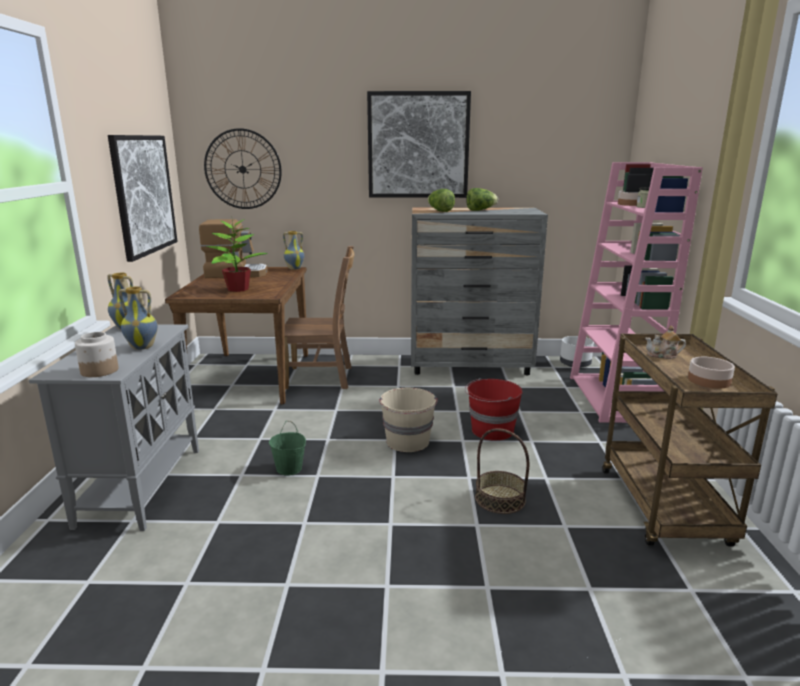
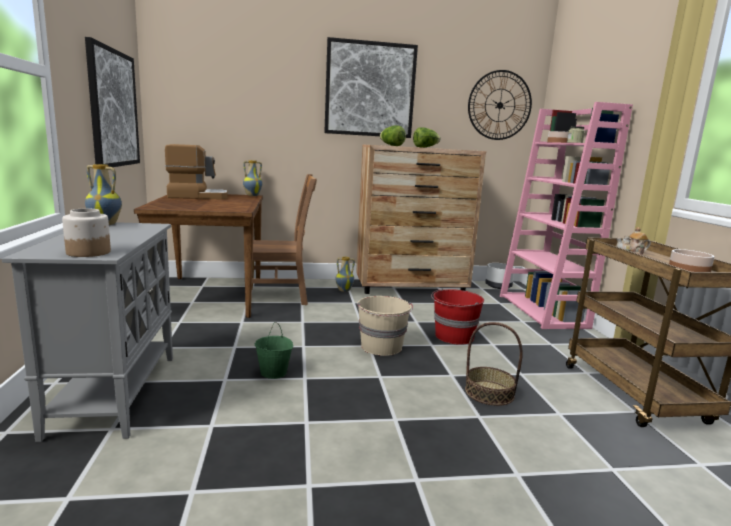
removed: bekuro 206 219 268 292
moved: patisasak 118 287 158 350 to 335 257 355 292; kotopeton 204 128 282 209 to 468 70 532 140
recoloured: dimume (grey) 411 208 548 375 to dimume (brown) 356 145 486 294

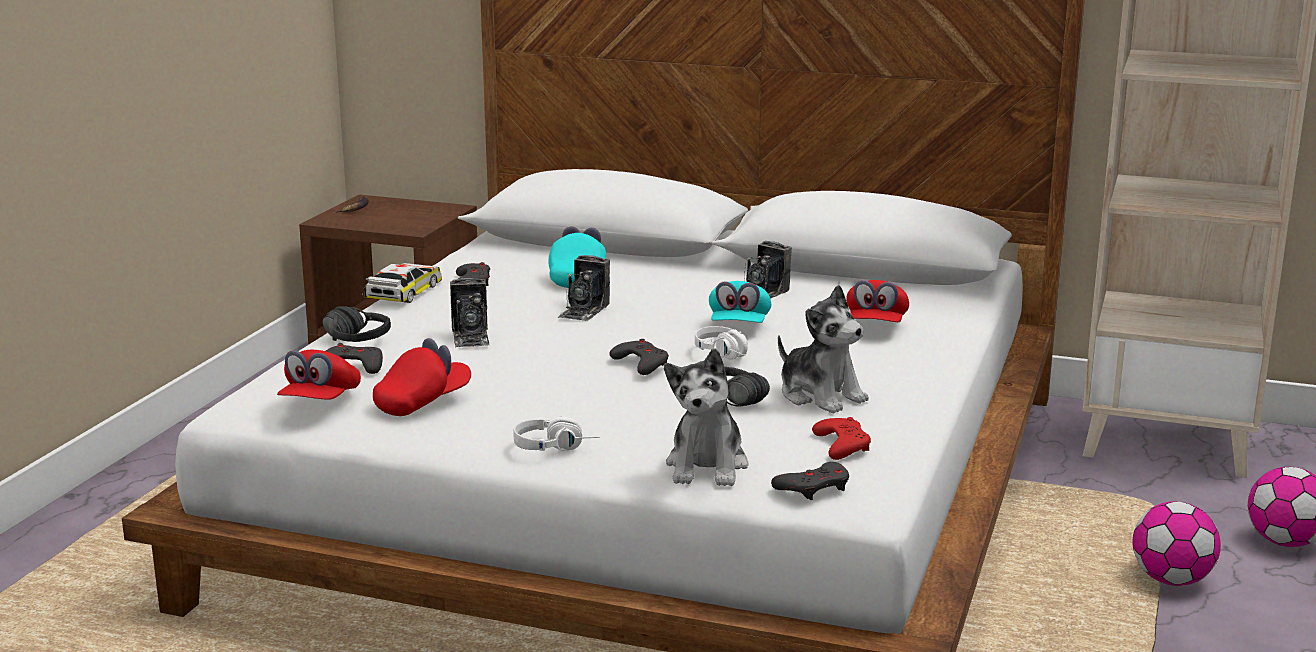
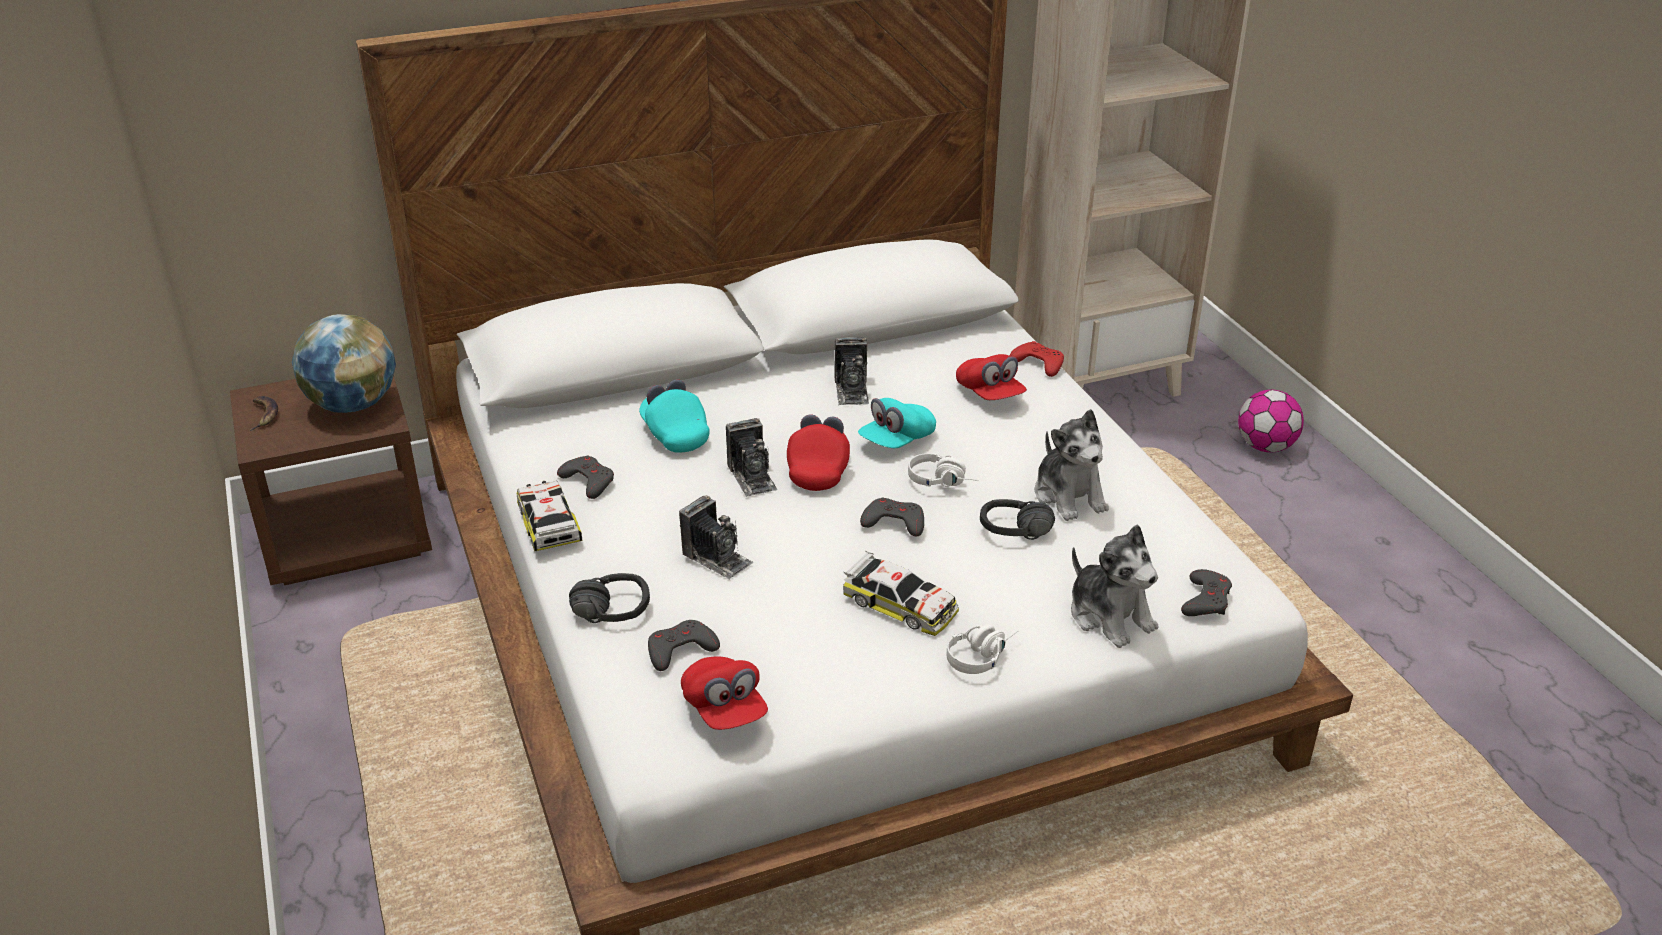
removed: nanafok 1133 501 1221 586
added: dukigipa 292 314 396 413; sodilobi 843 551 959 636
moved: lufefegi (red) 373 338 471 416 to 787 414 850 491; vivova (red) 812 417 871 460 to 1010 341 1064 377
turned: lufefegi (turquoise) 709 281 771 323 = 858 398 936 448 75 degrees clockwise; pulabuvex 778 285 869 414 = 1034 409 1109 521 60 degrees clockwise

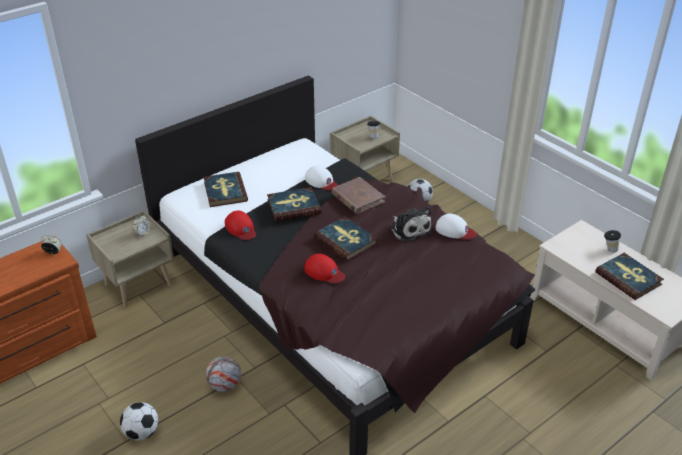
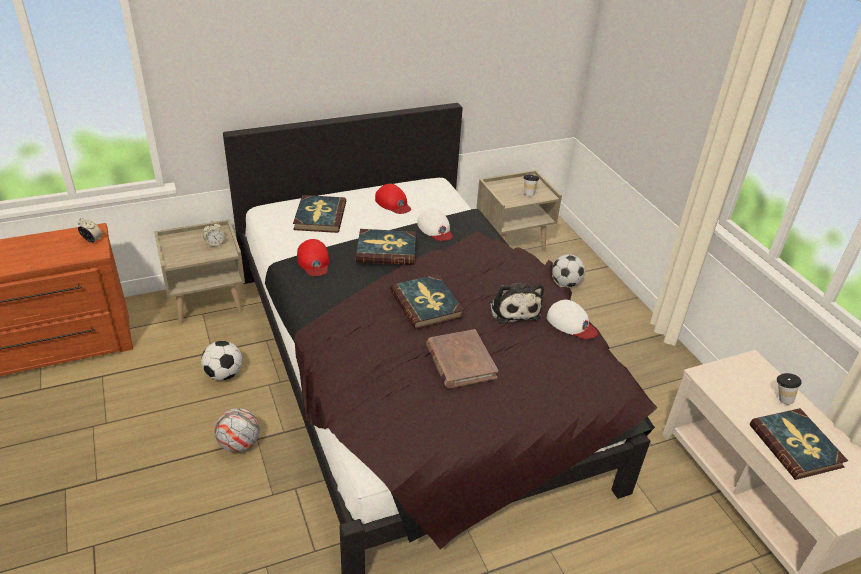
moved: nanafok 120 402 158 440 to 201 341 242 380; lufefegi (red) 304 253 345 283 to 375 184 411 214; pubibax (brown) 332 177 385 214 to 426 329 498 389

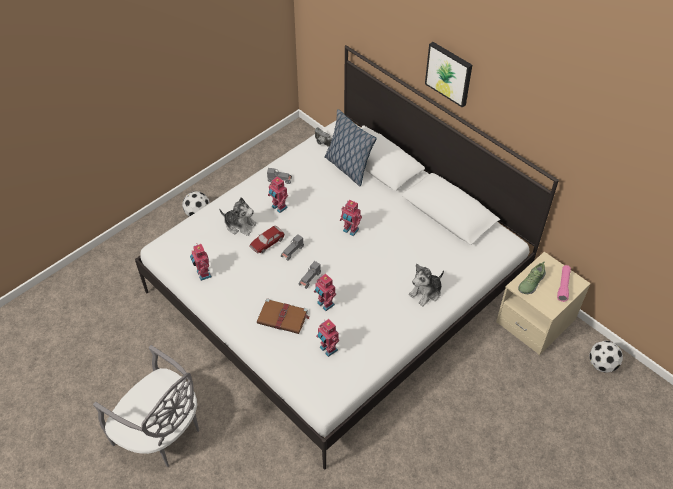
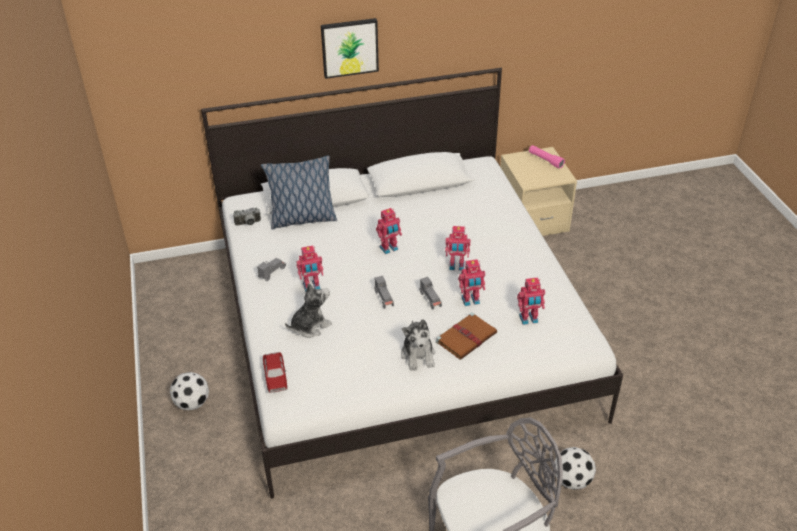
removed: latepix 518 261 546 295
moved: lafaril 190 244 212 281 to 445 226 471 271; sodilobi 249 226 285 253 to 263 352 287 393; pulabuvex 409 264 444 306 to 401 319 435 371; nanafok 589 341 623 373 to 554 447 596 490

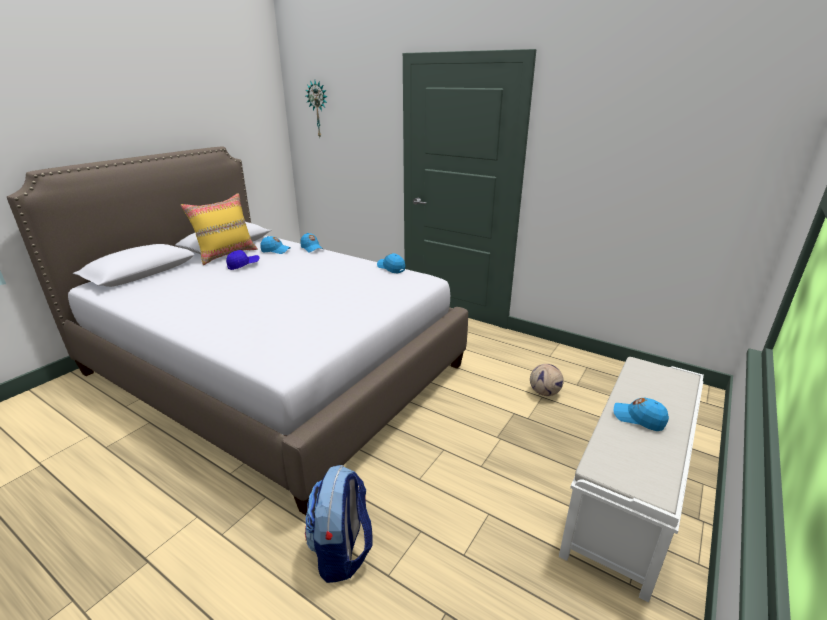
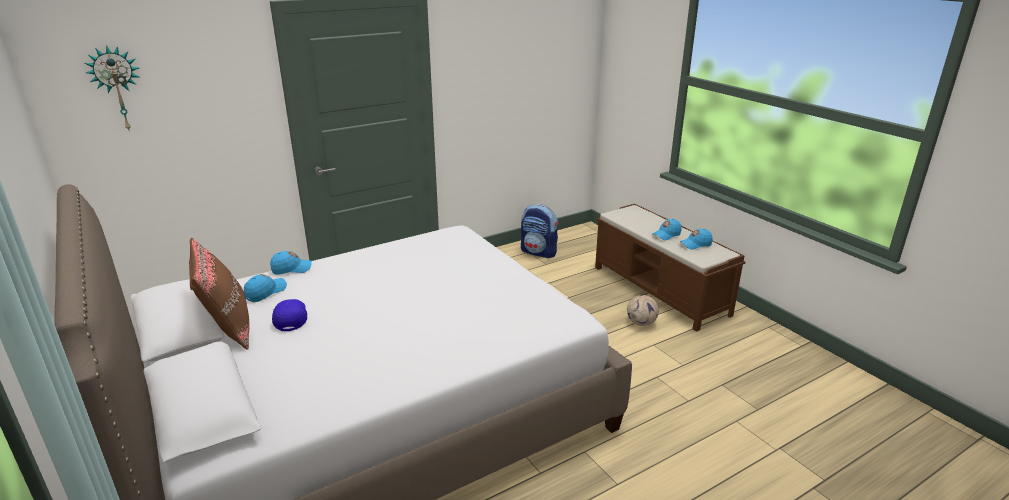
moved: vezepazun 305 465 373 583 to 521 204 558 259; lufefegi (blue) 377 253 405 273 to 680 229 712 250; nanafok 530 364 564 396 to 627 295 659 326
recoloured: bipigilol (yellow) 181 193 257 265 to bipigilol (brown) 189 238 250 350; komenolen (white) 559 357 704 602 to komenolen (brown) 595 204 745 332

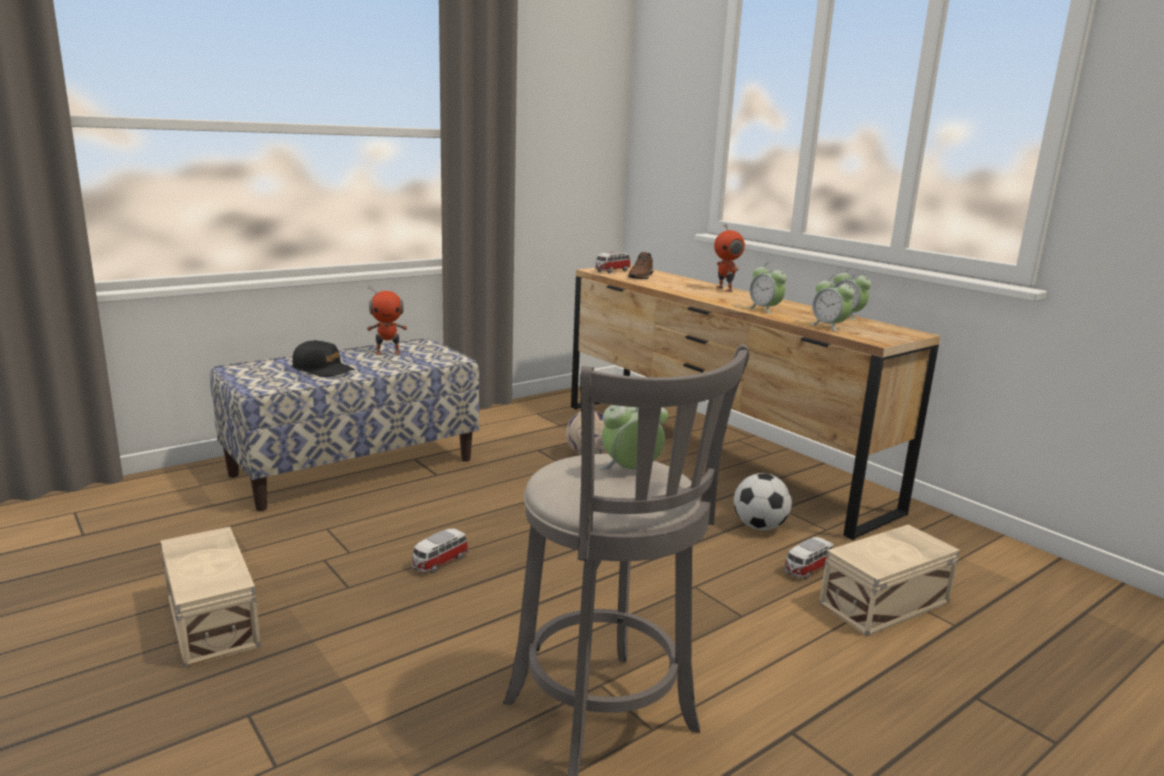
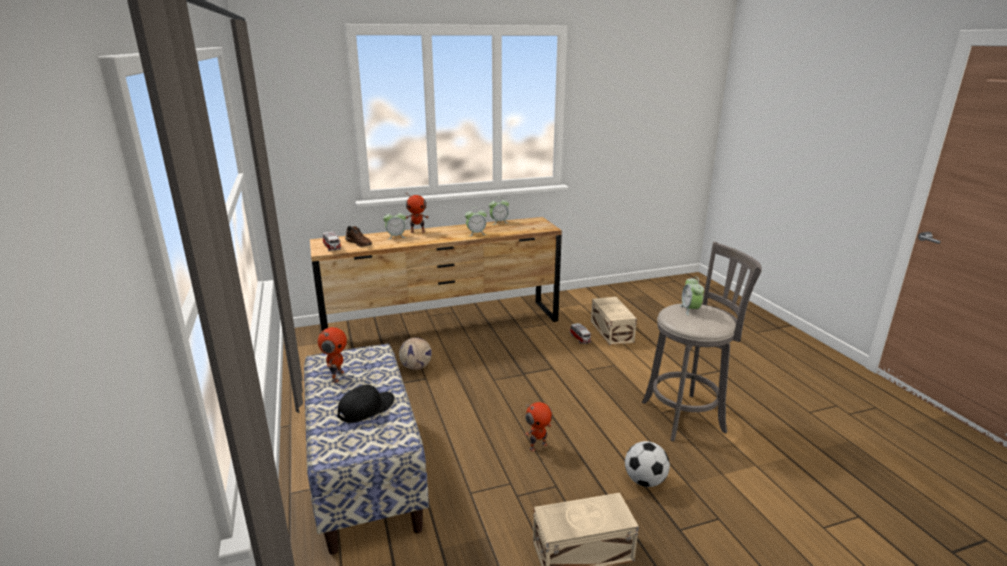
moved: nanafok 734 473 792 530 to 625 441 670 487; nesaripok 809 275 855 332 to 383 210 406 239
replaced: sodilobi 411 528 469 573 to lafaril 525 402 552 452

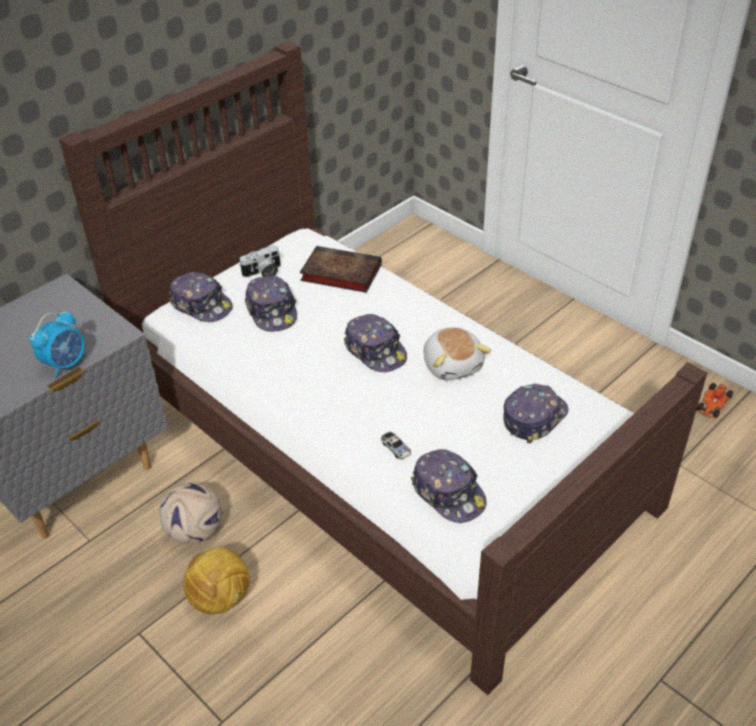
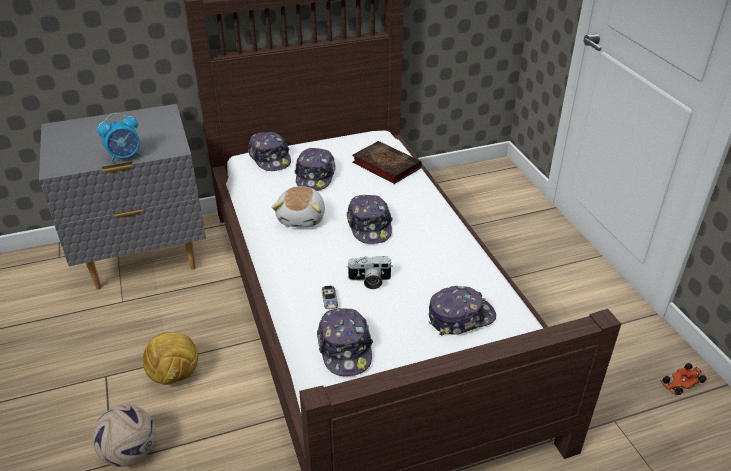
moved: nanafok 159 482 222 544 to 92 405 156 467; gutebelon 239 245 281 277 to 348 256 393 289; pulabuvex 424 327 491 380 to 272 186 325 228

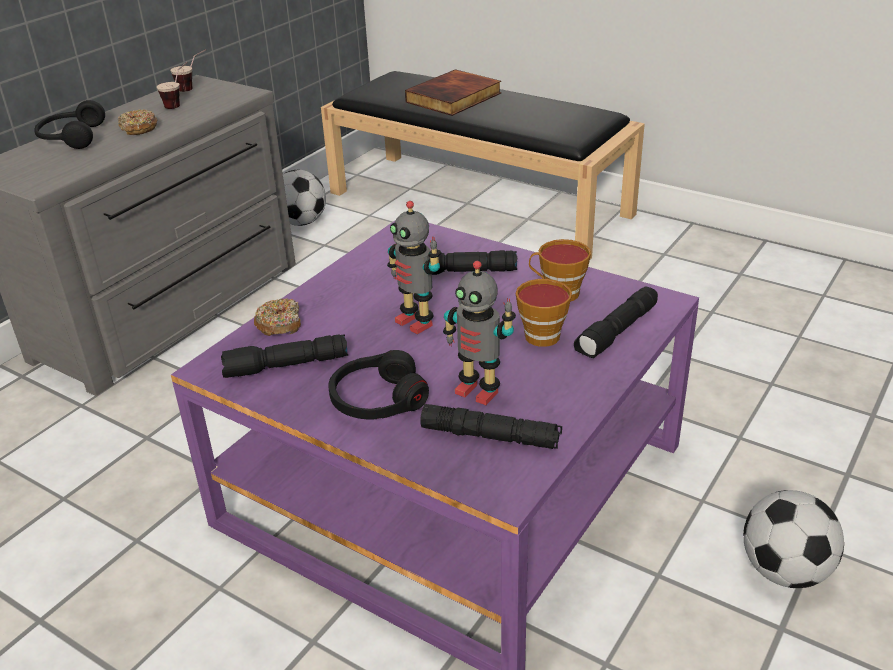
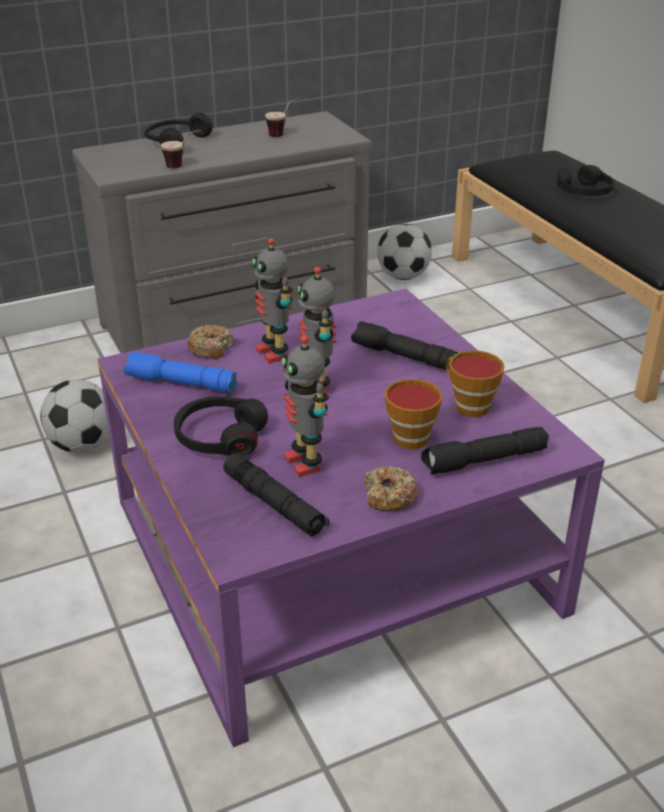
added: lafaril 252 238 293 364
moved: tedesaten 118 109 157 135 to 364 466 418 512; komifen 170 49 206 92 to 161 129 201 168; nanafok 743 490 844 588 to 40 379 109 453
replaced: pubibax 405 69 501 116 to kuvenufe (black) 557 165 614 196
recoloured: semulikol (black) 221 334 348 378 to semulikol (blue) 124 352 237 392

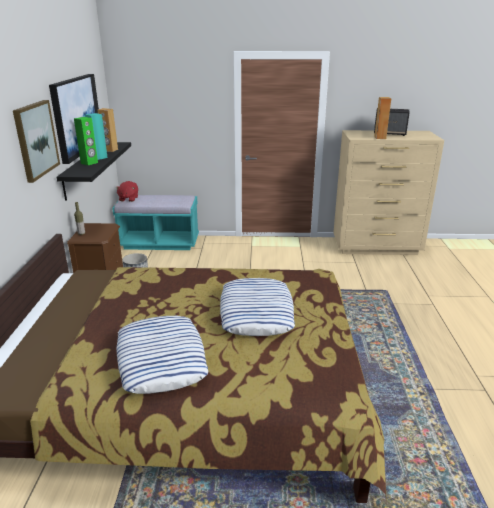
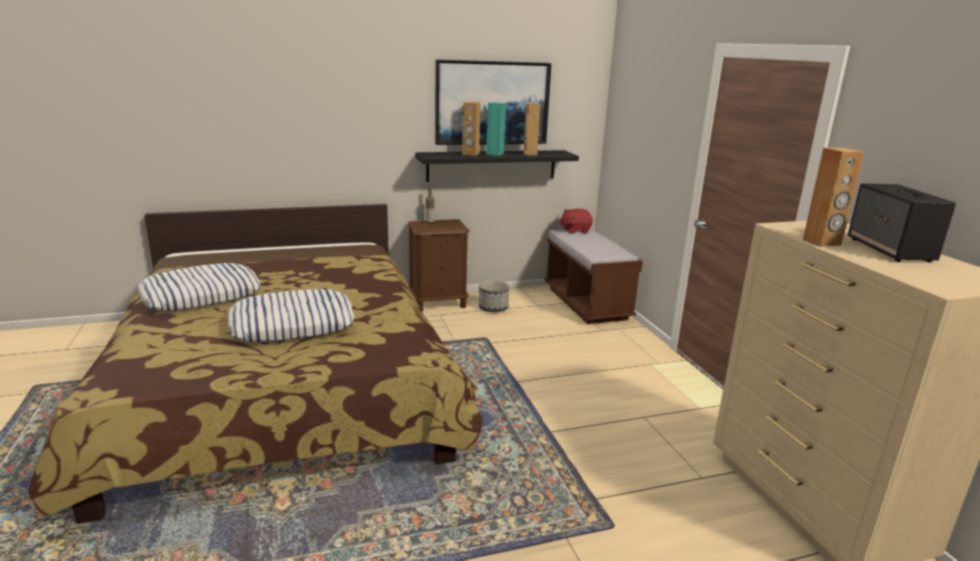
removed: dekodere 13 100 60 183
recoloured: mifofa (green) 74 117 98 165 to mifofa (brown) 462 101 480 156; komenolen (turquoise) 112 195 199 250 to komenolen (brown) 545 229 643 324

